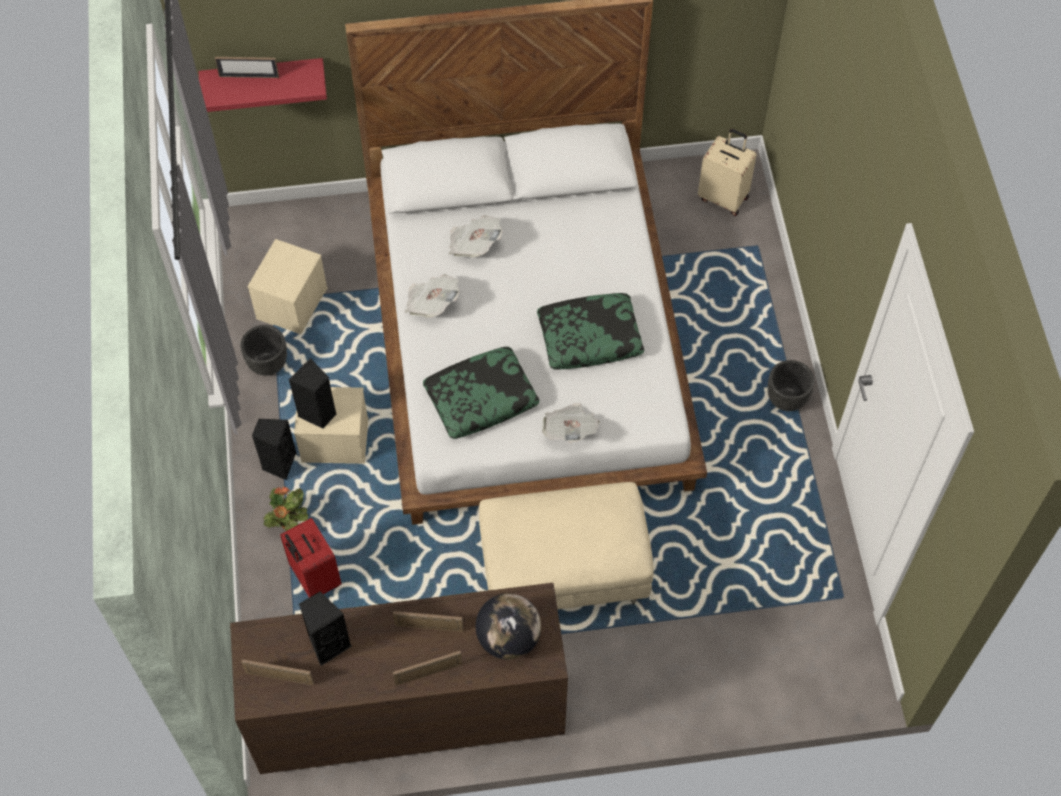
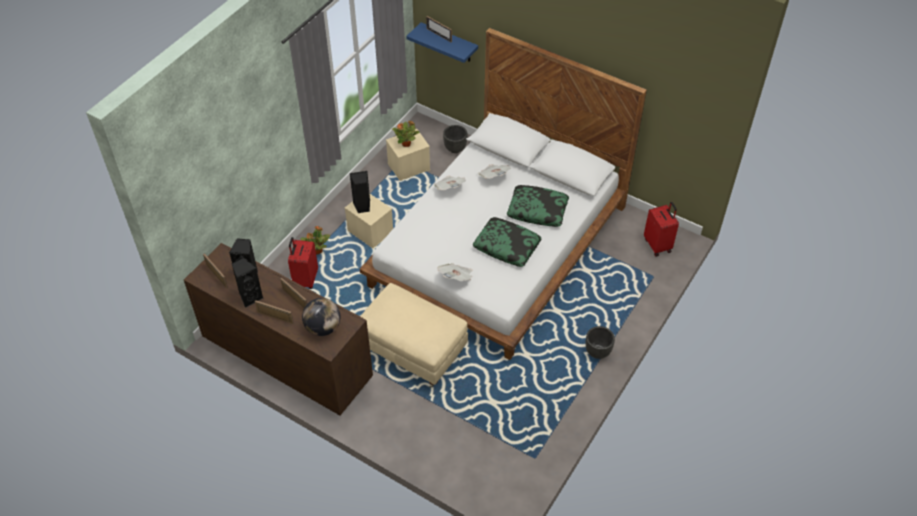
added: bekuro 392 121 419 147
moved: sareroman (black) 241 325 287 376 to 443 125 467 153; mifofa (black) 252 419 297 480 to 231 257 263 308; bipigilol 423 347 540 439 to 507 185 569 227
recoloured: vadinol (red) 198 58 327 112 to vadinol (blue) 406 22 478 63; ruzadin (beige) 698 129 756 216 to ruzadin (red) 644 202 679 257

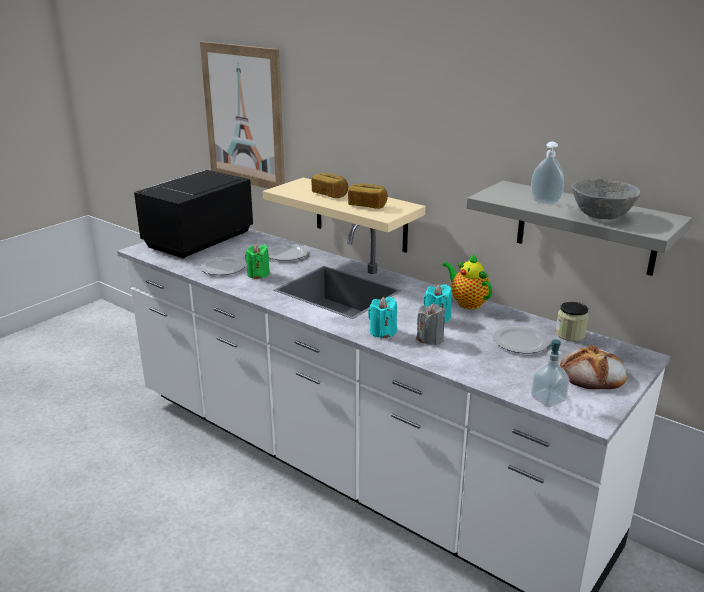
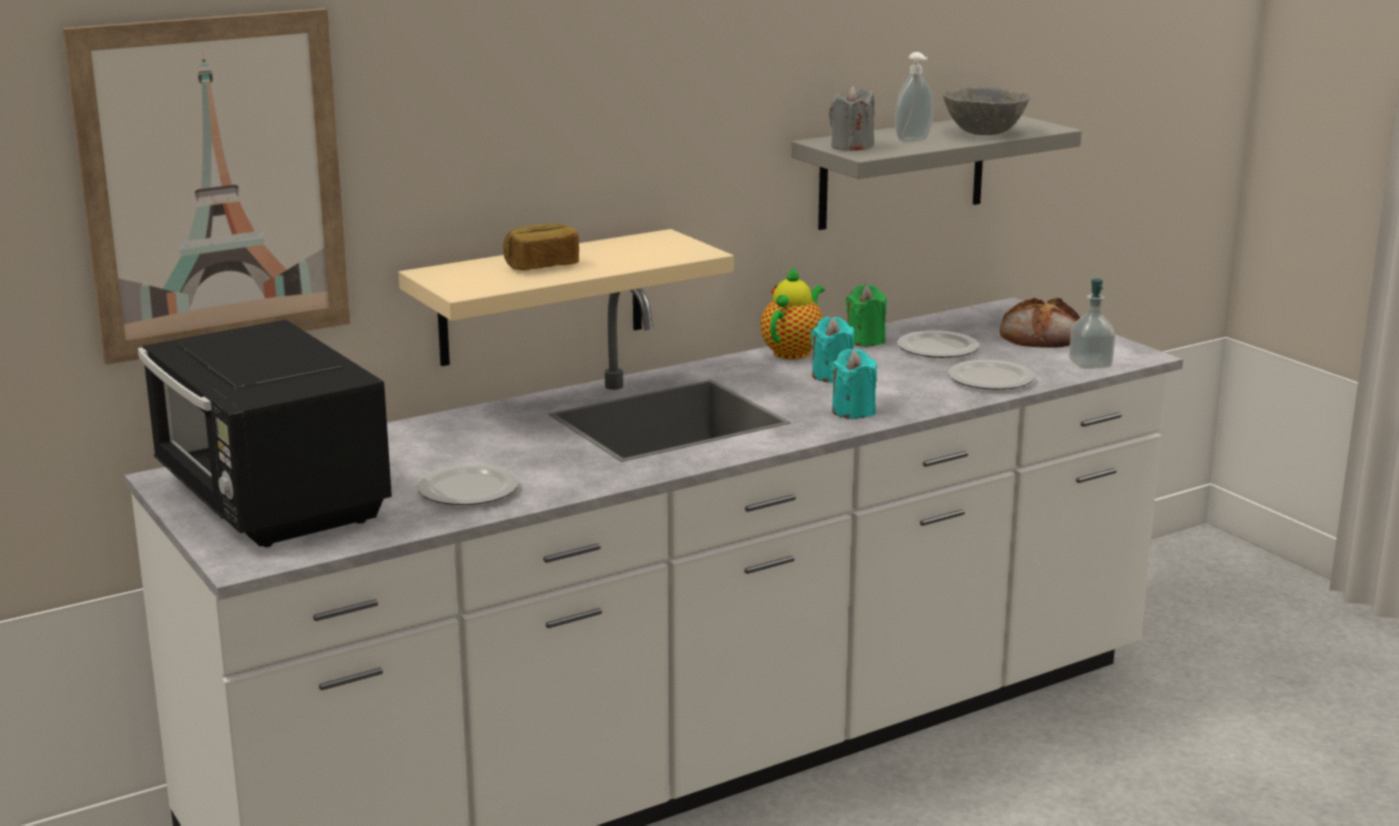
removed: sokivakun 348 183 388 209; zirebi 555 302 589 341
moved: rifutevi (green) 245 244 270 279 to 846 284 887 346; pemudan 268 244 308 261 to 948 360 1034 390; rifutevi (grey) 416 303 445 345 to 829 86 875 151
turned: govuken 442 254 492 309 = 761 266 825 360 135 degrees clockwise

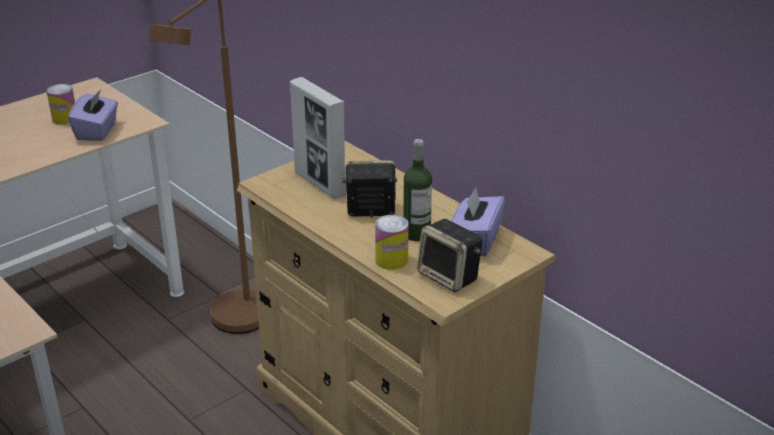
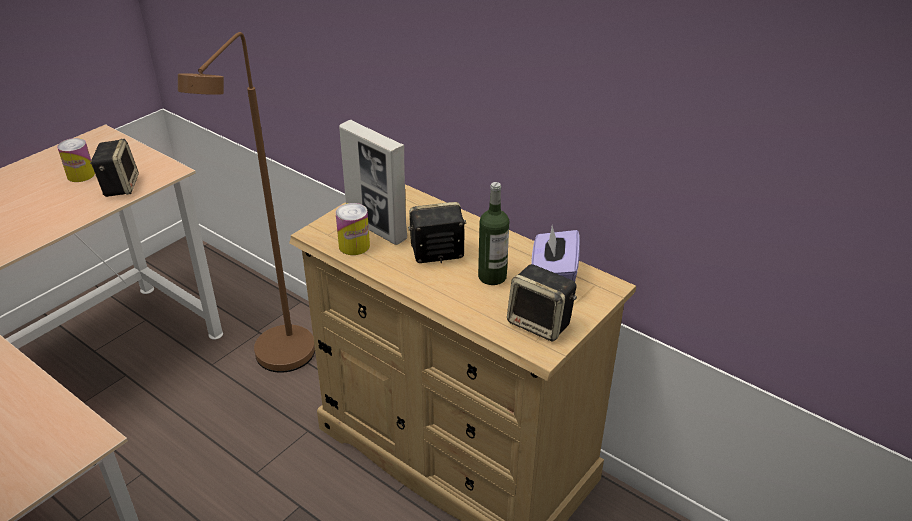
moved: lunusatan 375 215 409 270 to 335 203 370 255
replaced: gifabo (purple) 68 89 118 141 to mifofa 90 139 139 197

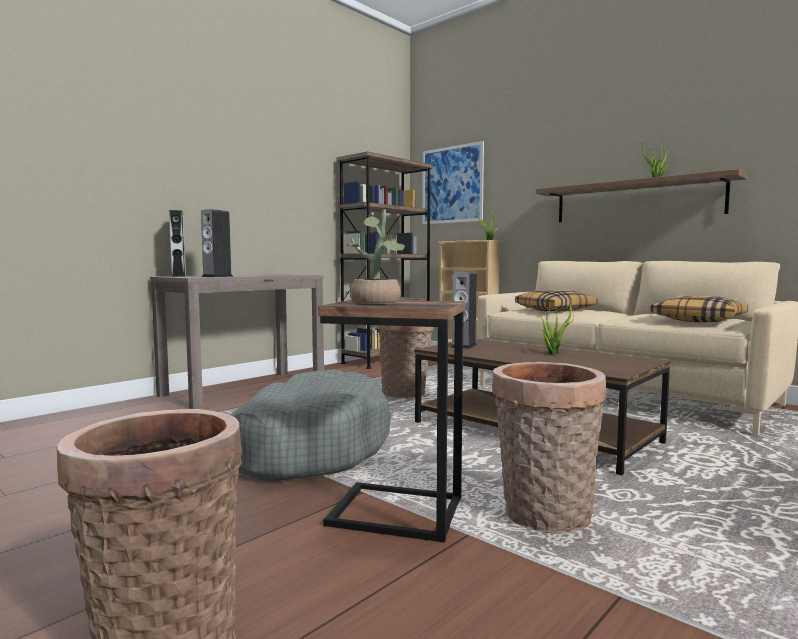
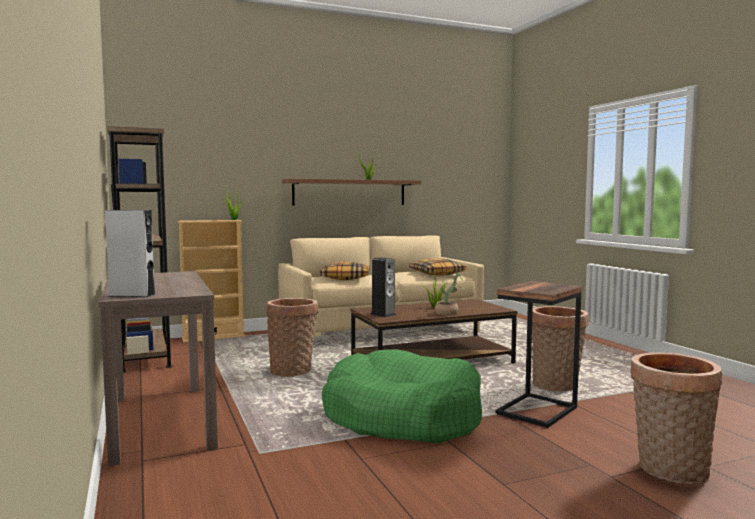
removed: mifofa 201 209 233 277; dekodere 422 141 484 224
moved: bekuro 346 209 405 304 to 435 272 465 315
recoloured: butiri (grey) 230 369 391 482 to butiri (green) 322 349 482 444

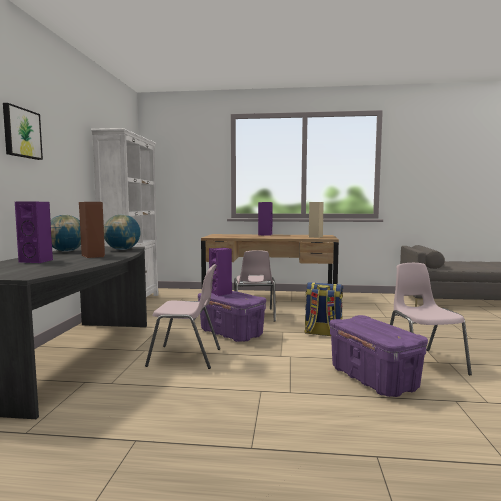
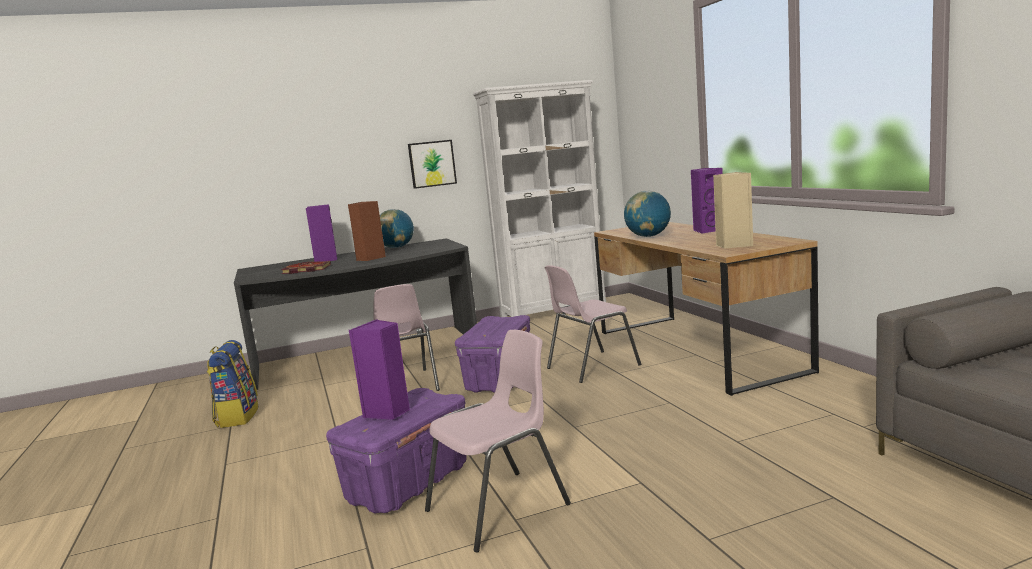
added: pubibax 281 261 331 274
moved: dekodere 3 103 43 160 to 408 140 457 189; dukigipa 104 214 141 250 to 624 191 671 237; mifofa (purple) 209 248 232 296 to 349 319 410 420; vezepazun 304 282 343 336 to 207 340 258 428

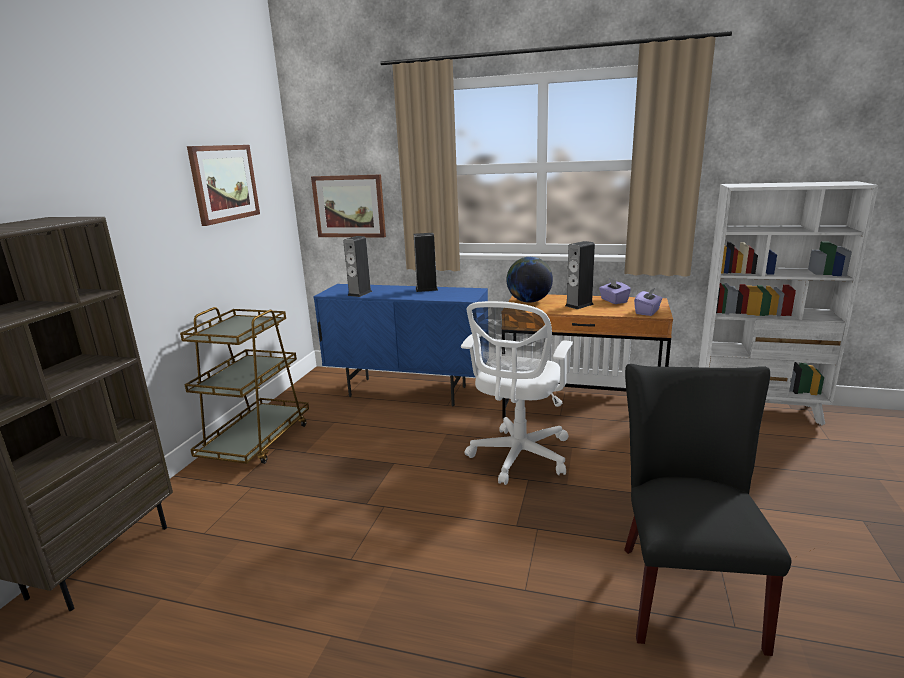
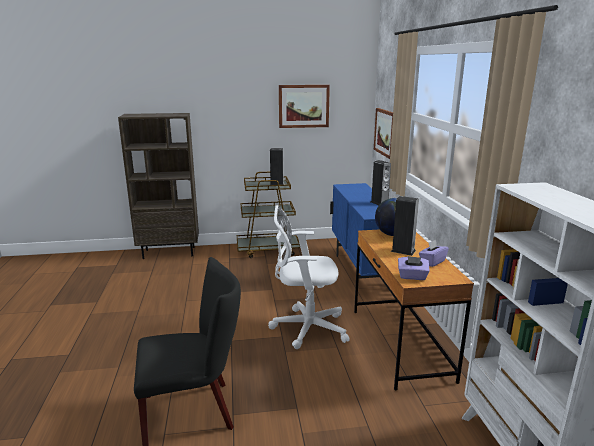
moved: mifofa 343 236 372 297 to 270 148 285 185

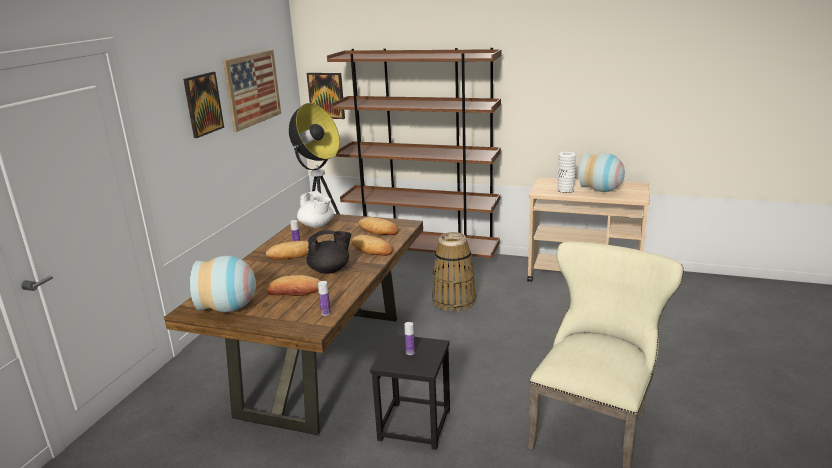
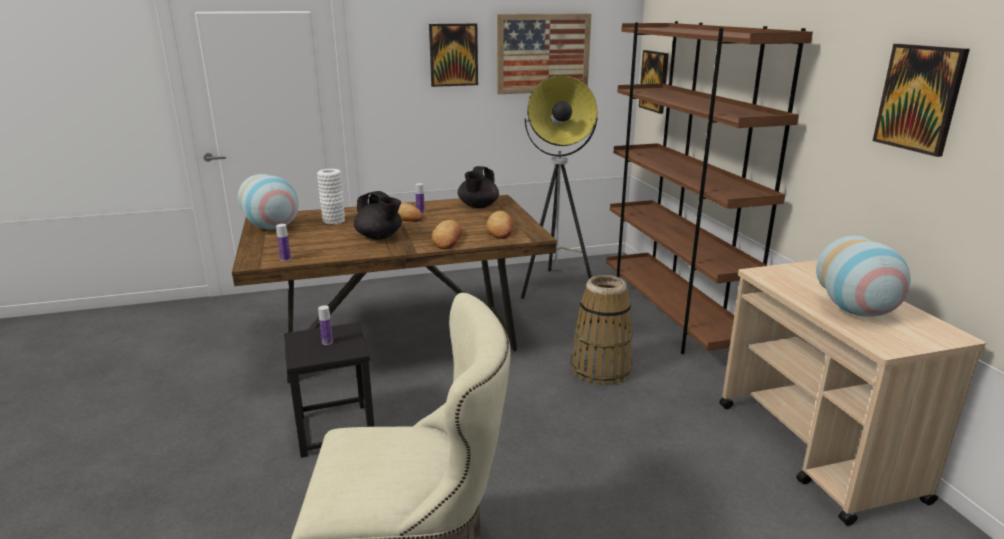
removed: sokivakun 267 275 321 296
added: dekodere 873 44 970 157
moved: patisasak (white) 558 152 576 193 to 317 169 345 225
recoloured: govuken (white) 297 191 334 228 to govuken (black) 458 166 499 208

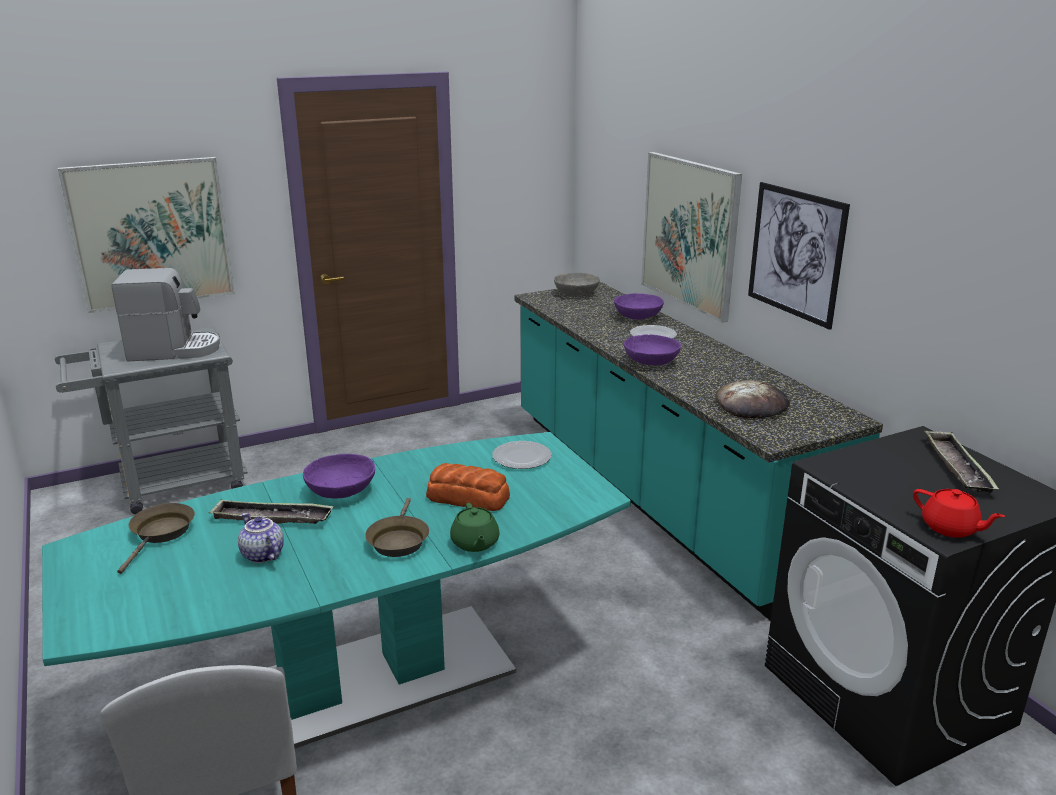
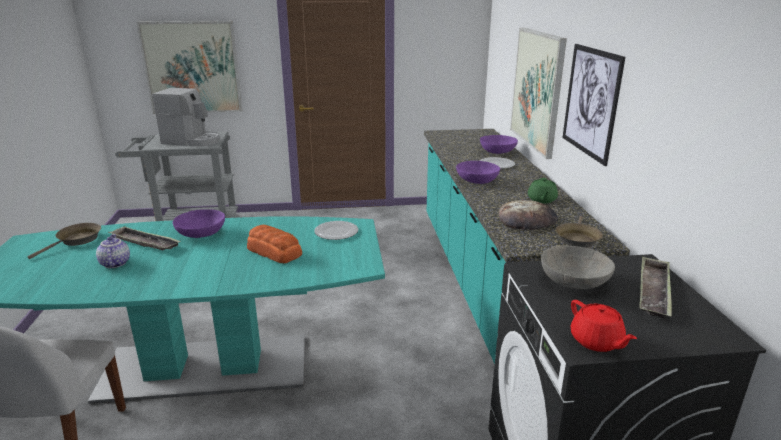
moved: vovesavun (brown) 365 498 429 557 to 556 216 603 248; govuken (green) 450 503 500 552 to 528 178 558 203; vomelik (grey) 554 273 600 296 to 541 245 615 289

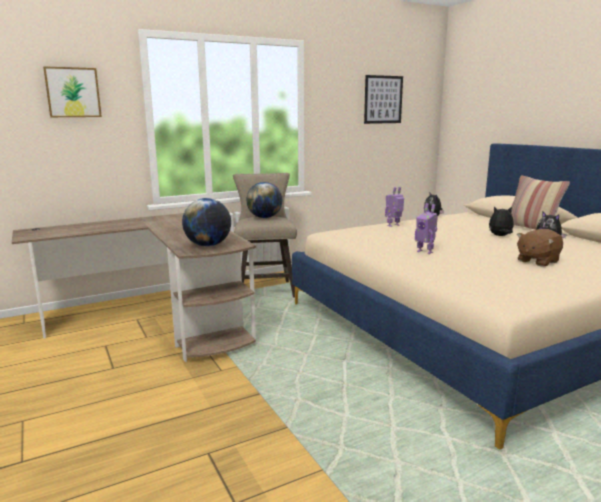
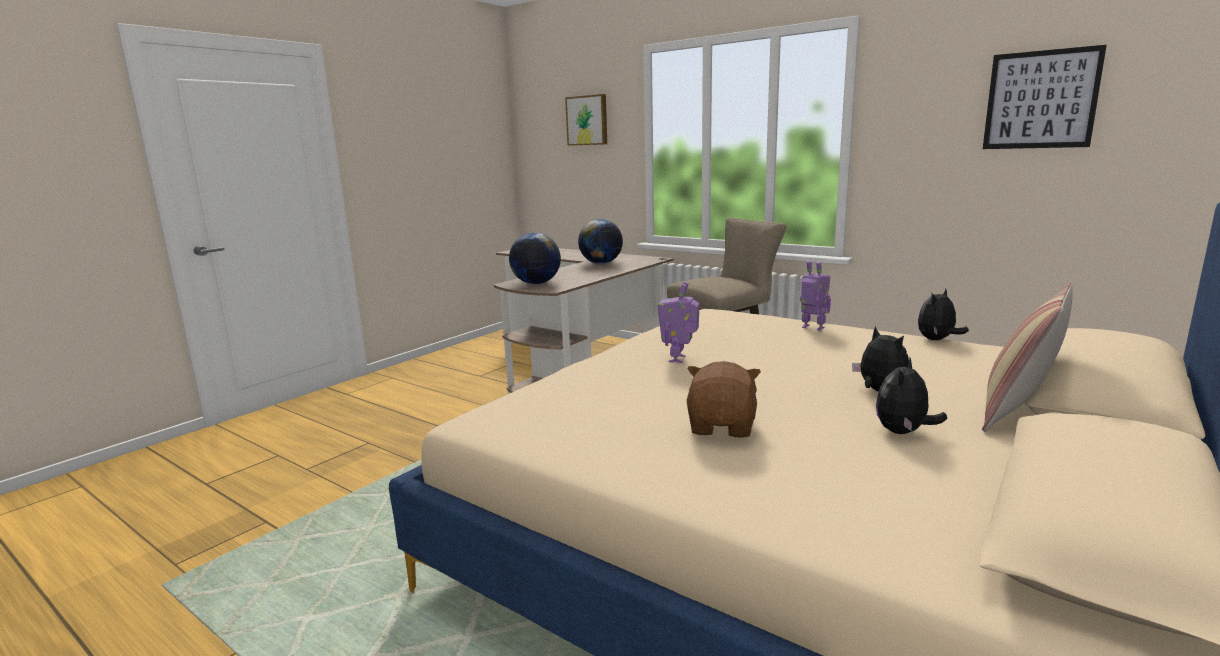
moved: dukigipa 246 182 282 218 to 578 219 623 264
turned: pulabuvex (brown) 517 229 563 267 = 687 361 761 438 75 degrees clockwise

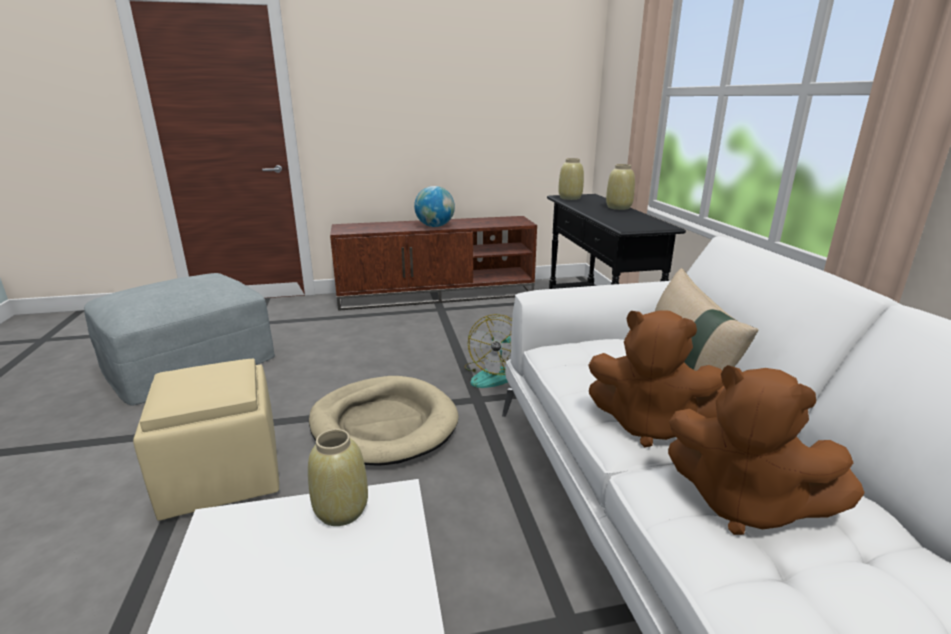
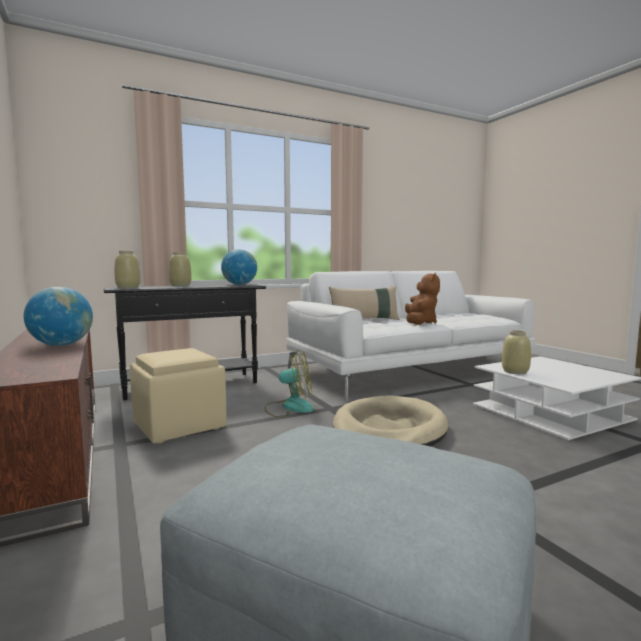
removed: pulabuvex (brown) 668 365 864 535
added: dukigipa 221 249 257 285
moved: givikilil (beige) 133 358 279 521 to 130 348 226 444

